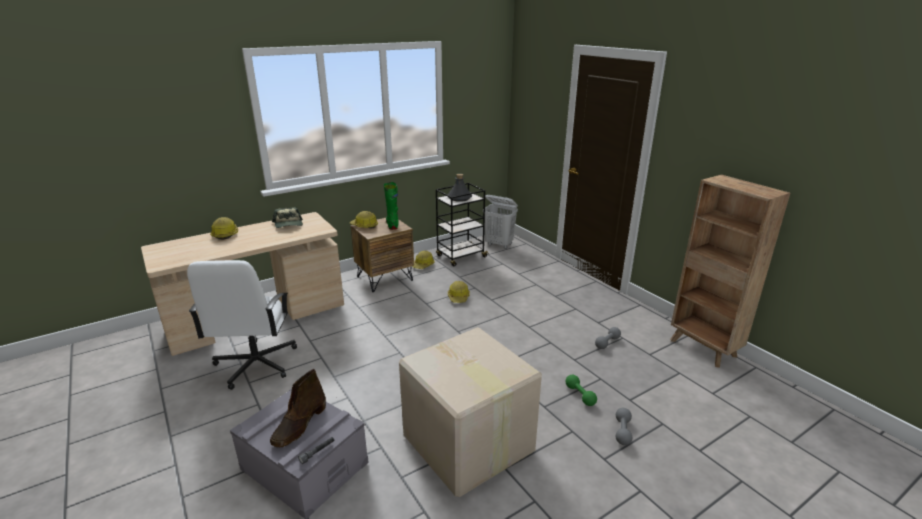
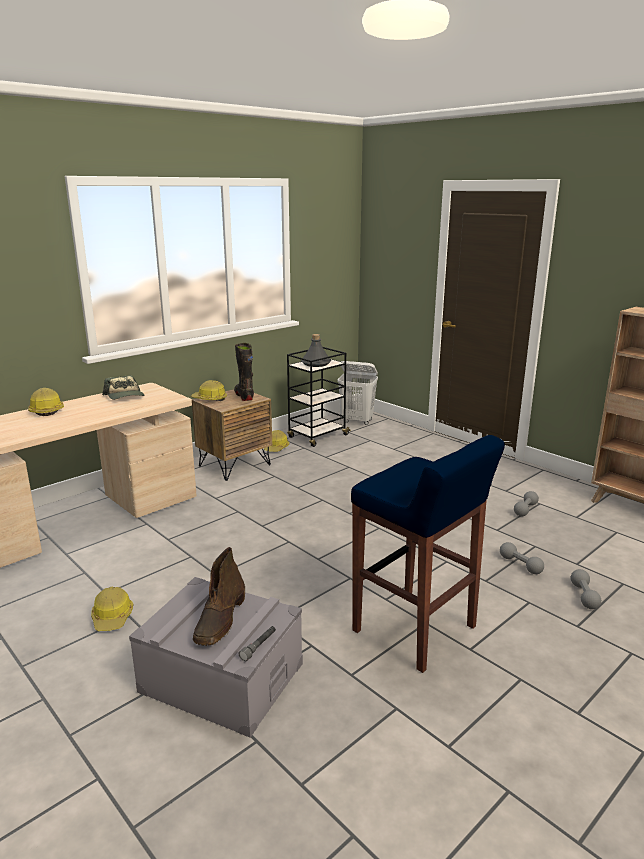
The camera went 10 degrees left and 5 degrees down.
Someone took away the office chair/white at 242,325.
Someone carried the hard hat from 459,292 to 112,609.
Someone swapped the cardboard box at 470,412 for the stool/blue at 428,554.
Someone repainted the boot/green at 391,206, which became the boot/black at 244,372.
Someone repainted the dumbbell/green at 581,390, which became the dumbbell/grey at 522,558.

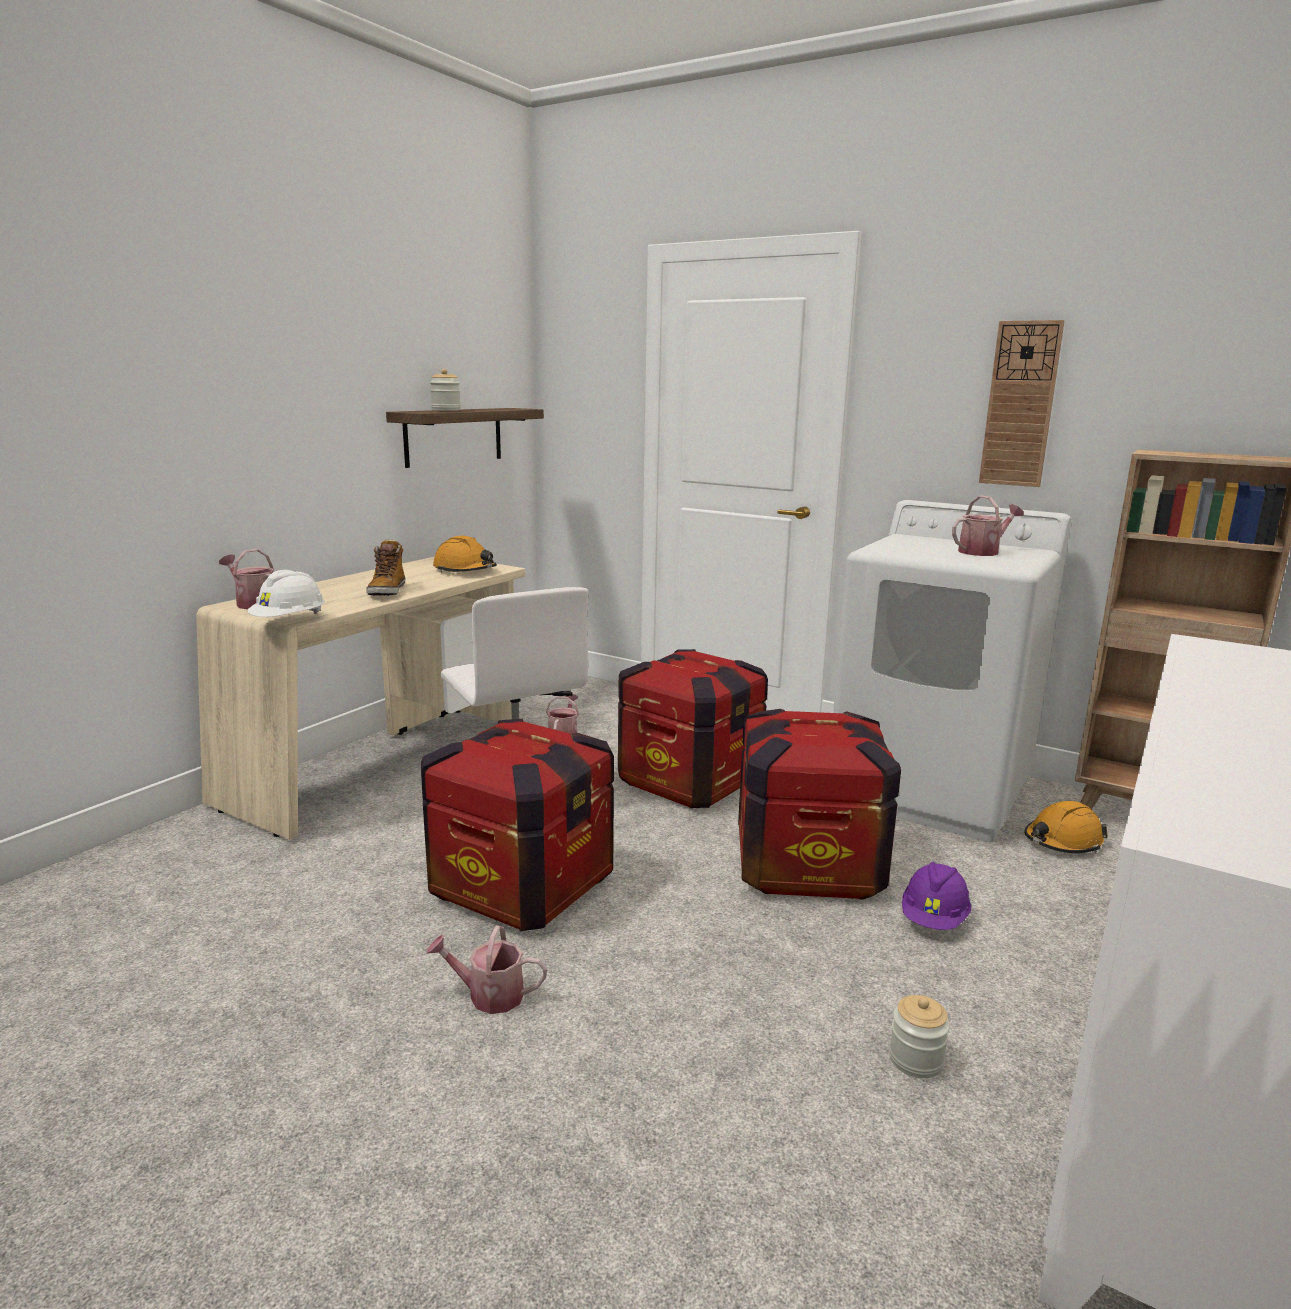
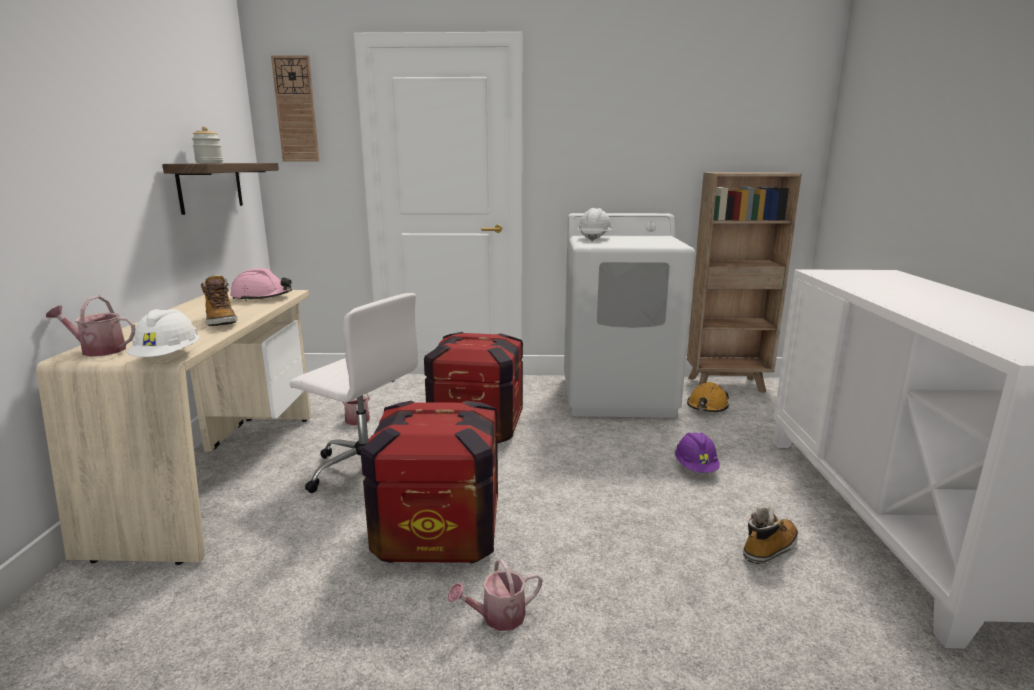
The camera went 30 degrees left and 0 degrees up.
Someone took away the crate at 819,804.
Someone took away the watering can at 988,525.
Someone put down the hard hat/white at 595,224.
Someone carried the wall clock from 1022,403 to 295,108.
Someone swapped the jar at 919,1036 for the boot at 770,535.
Someone repainted the hard hat/orange at 465,554, which became the hard hat/pink at 261,284.

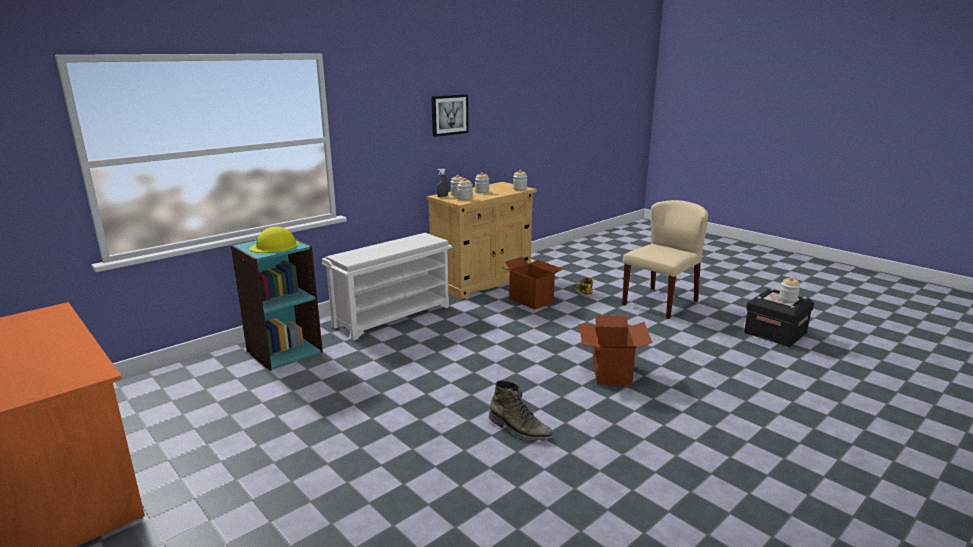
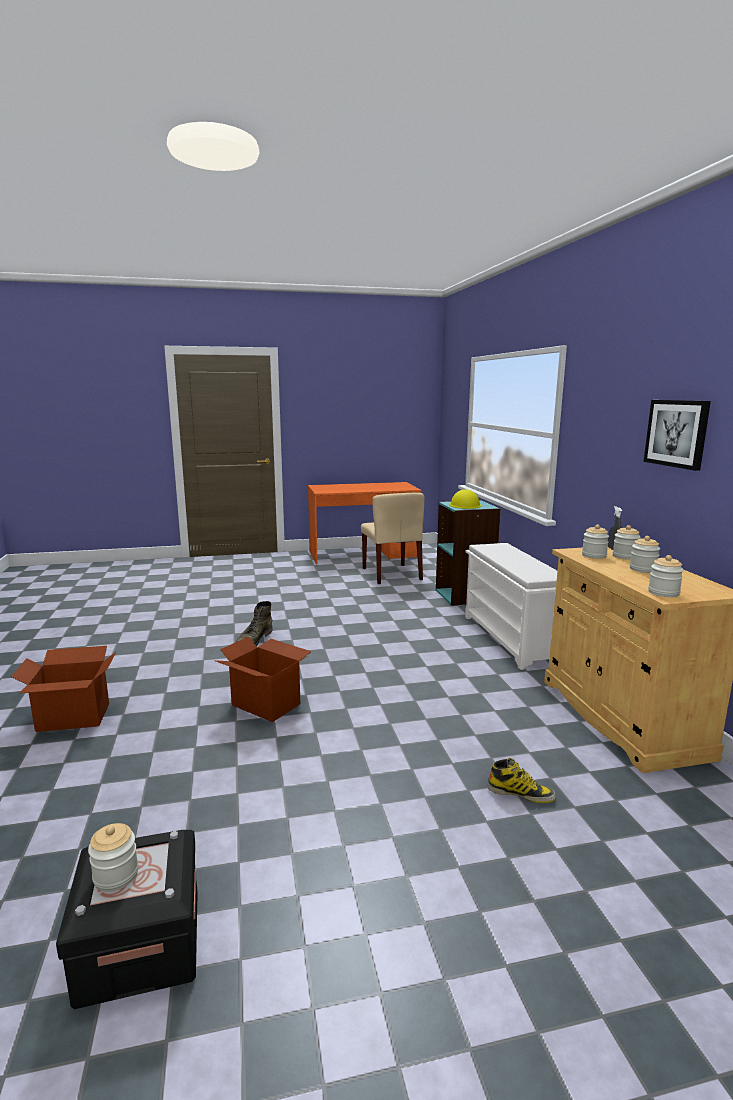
The camera went 120 degrees right and 5 degrees down.
Someone carried the cardboard box from 532,283 to 63,689.
Someone carried the chair/beige from 665,259 to 392,538.
Someone rotated the boot/green at 521,410 by 45 degrees counterclockwise.

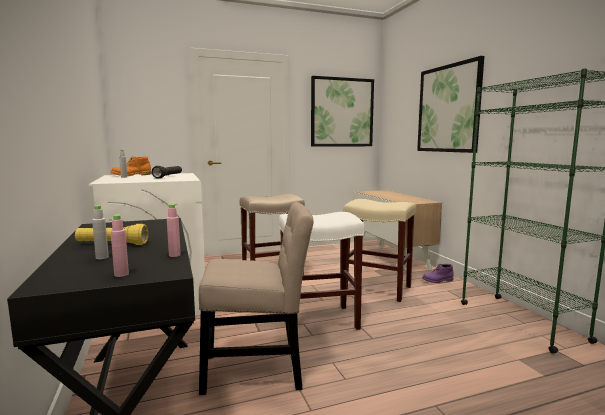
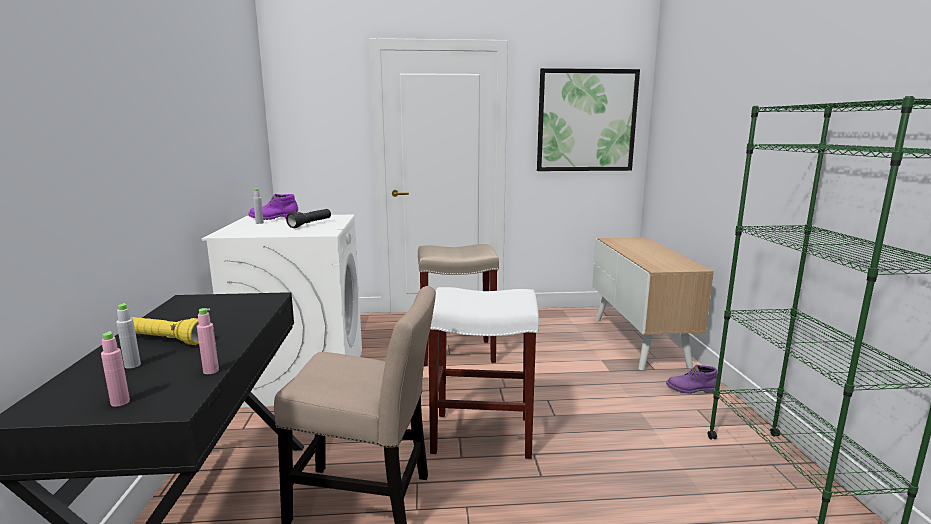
The camera went 15 degrees right and 5 degrees up.
Someone took away the stool/beige at 379,250.
Someone took away the picture at 450,104.
Someone repainted the boot/orange at 131,166, which became the boot/purple at 273,207.

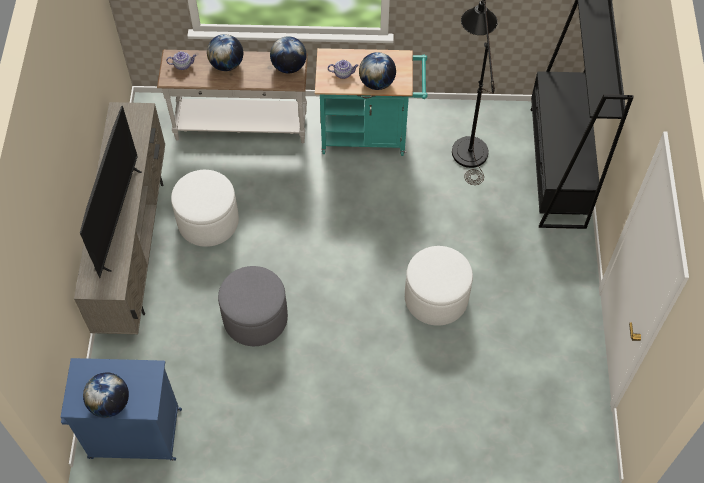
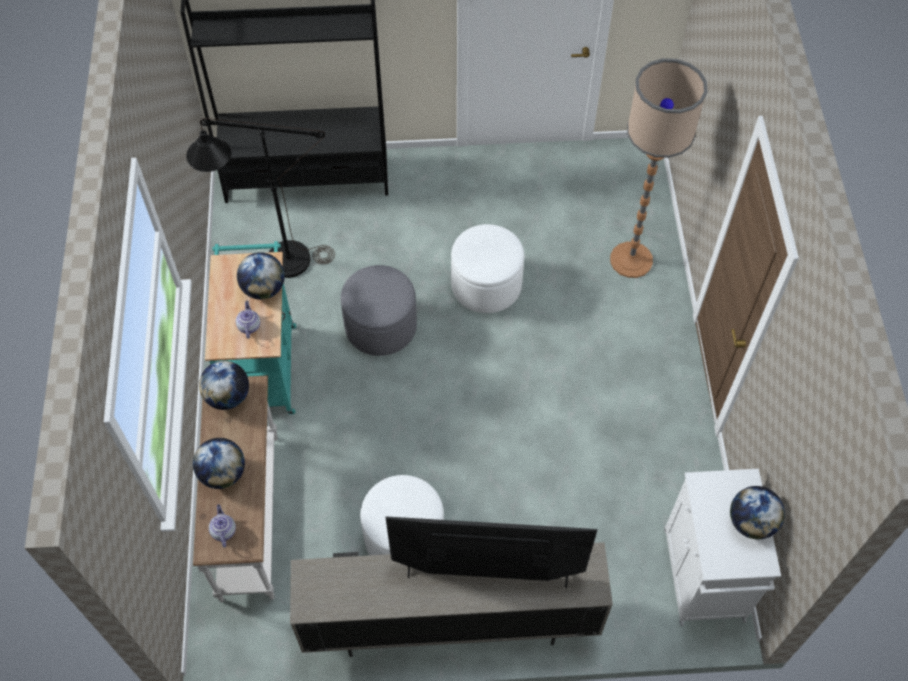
The camera went 95 degrees left and 0 degrees up.
Someone put down the floor lamp at 659,168.
Someone carried the ottoman/grey from 253,306 to 378,310.
Someone repainted the cabinet/blue at 121,409, which became the cabinet/white at 722,548.

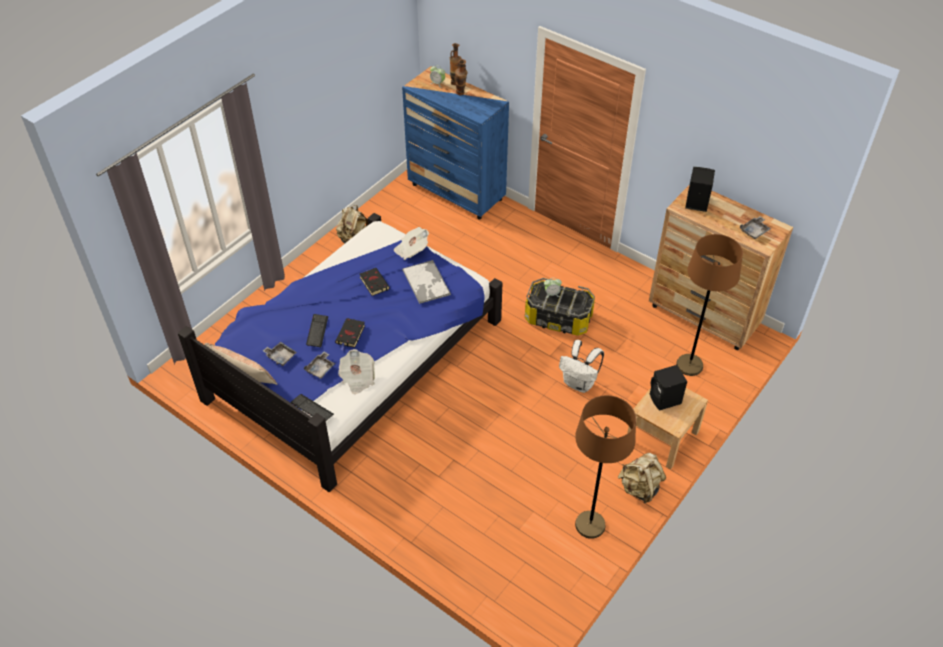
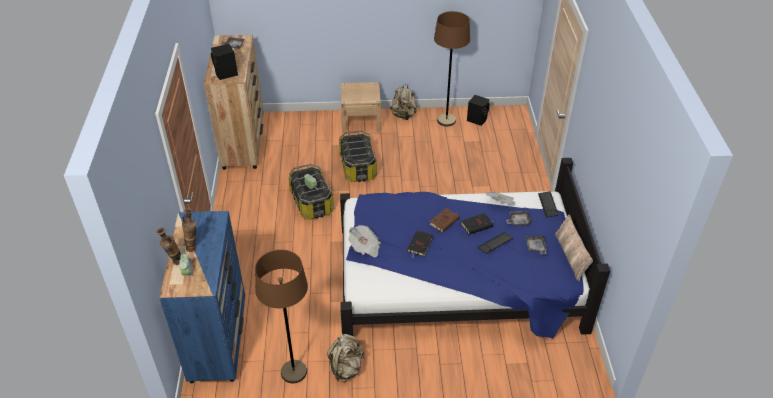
The camera went 130 degrees left and 5 degrees down.
Someone took away the tray at 426,282.
Someone put down the book/brown at 444,220.
Someone carried the speaker/black from 668,387 to 478,110.
Someone carried the floor lamp/brown from 709,305 to 281,316.
Someone swapped the backpack/white at 581,366 for the storage box at 358,156.

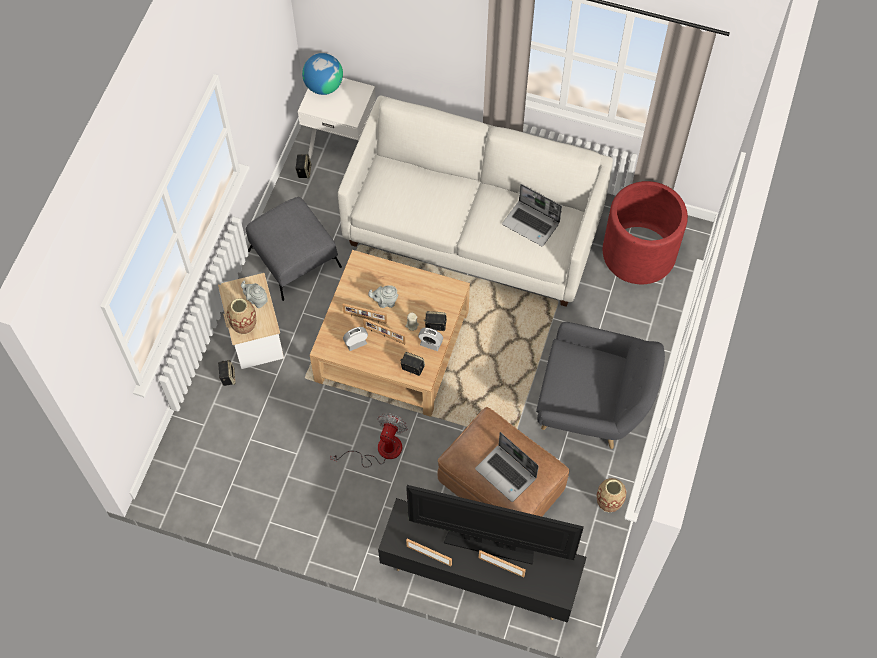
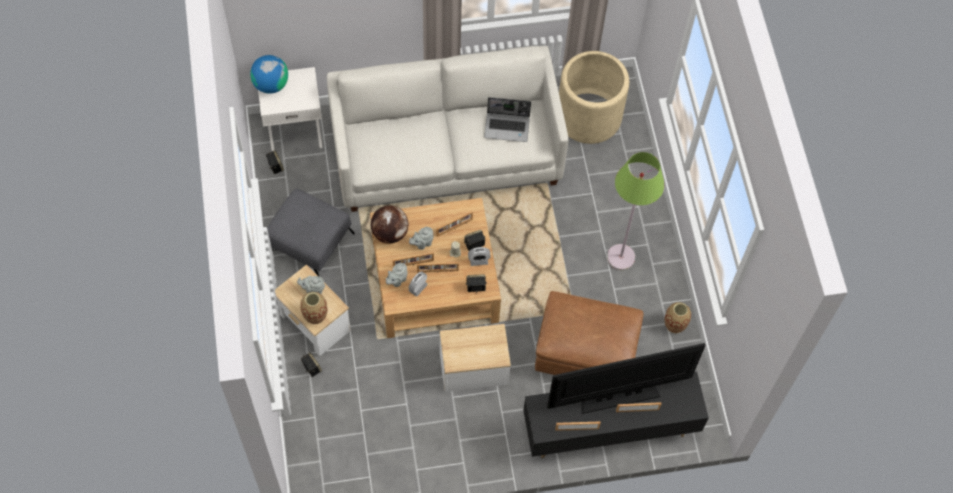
The camera went 30 degrees left and 0 degrees up.
Someone took away the laptop at 507,467.
Someone put down the globe at 389,224.
Someone put down the teapot/grey at 397,275.
Someone put down the picture frame at 454,224.
Someone swapped the fan at 369,440 for the side table at 475,358.
Someone swapped the armchair/grey at 600,385 for the floor lamp/green at 635,211.
Someone repainted the planter/red at 645,232, which became the planter/beige at 594,97.

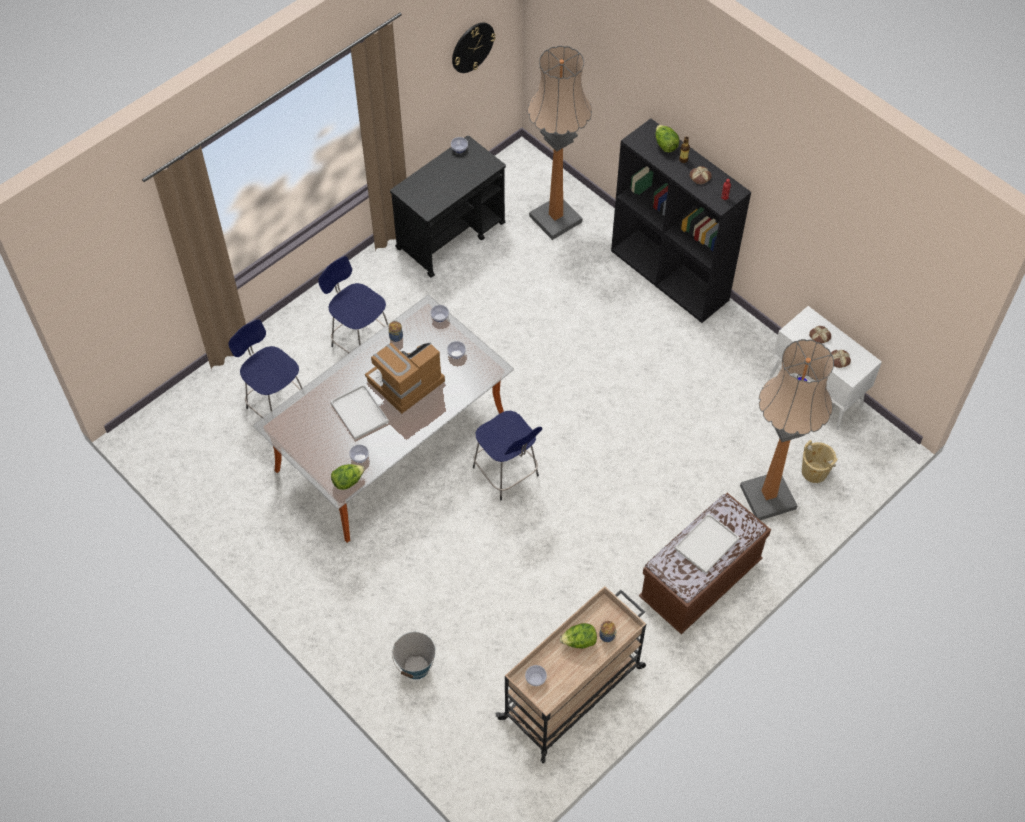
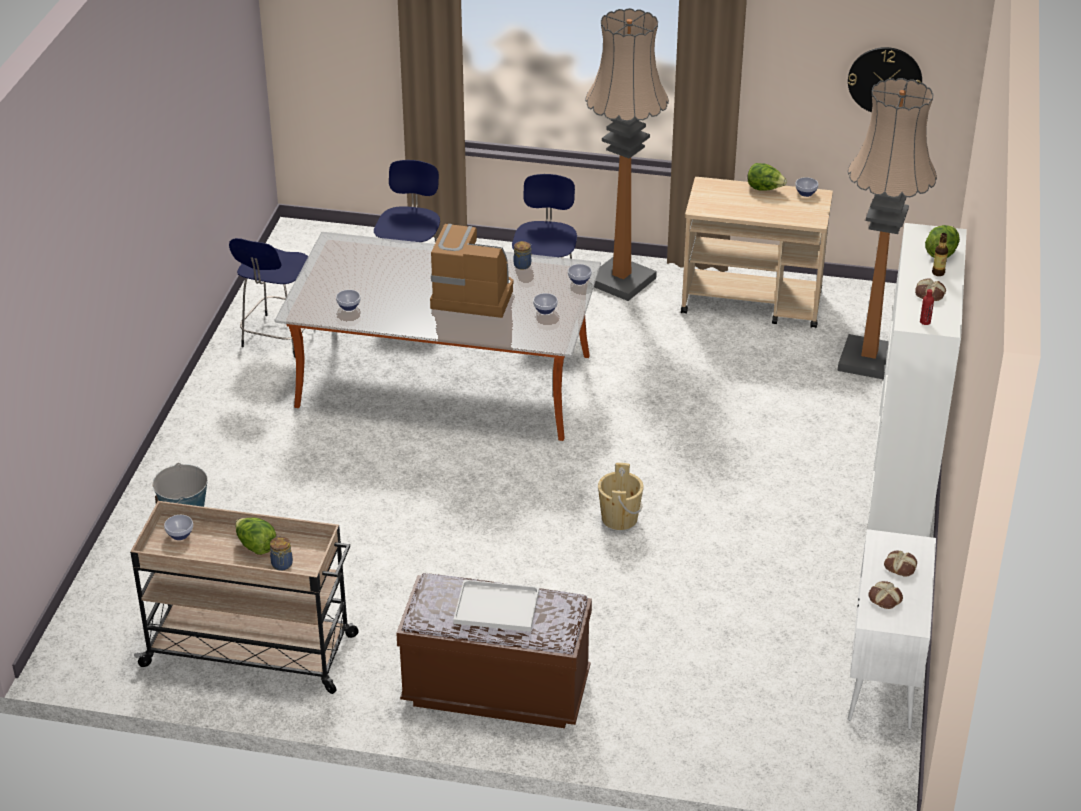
The camera went 55 degrees right and 20 degrees down.
Someone took away the tray/white at 359,412.
Someone carried the lettuce from 348,477 to 767,176.
Someone carried the stool/blue from 507,455 to 268,298.
Someone carried the floor lamp from 787,429 to 627,154.
Someone carried the bucket/beige from 820,461 to 621,496.
Someone repainted the cart/black at 448,206, which became the cart/beige at 757,252.
Someone repainted the bookcase/black at 681,220, which became the bookcase/white at 917,380.

